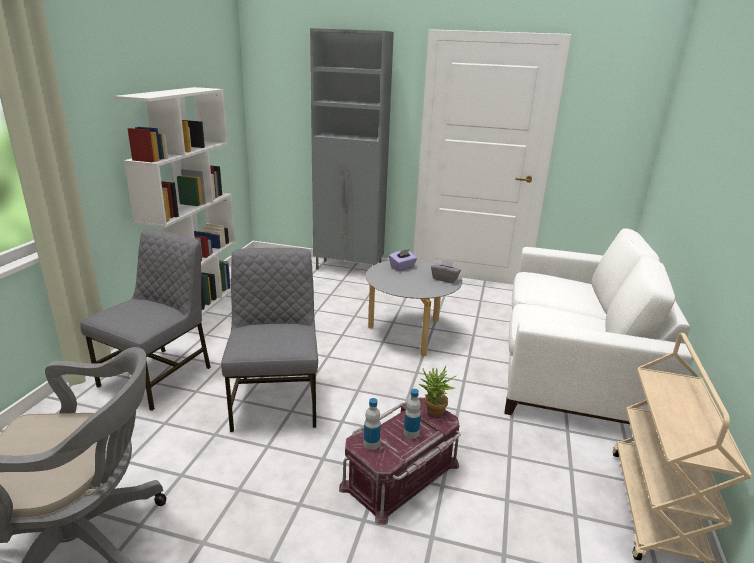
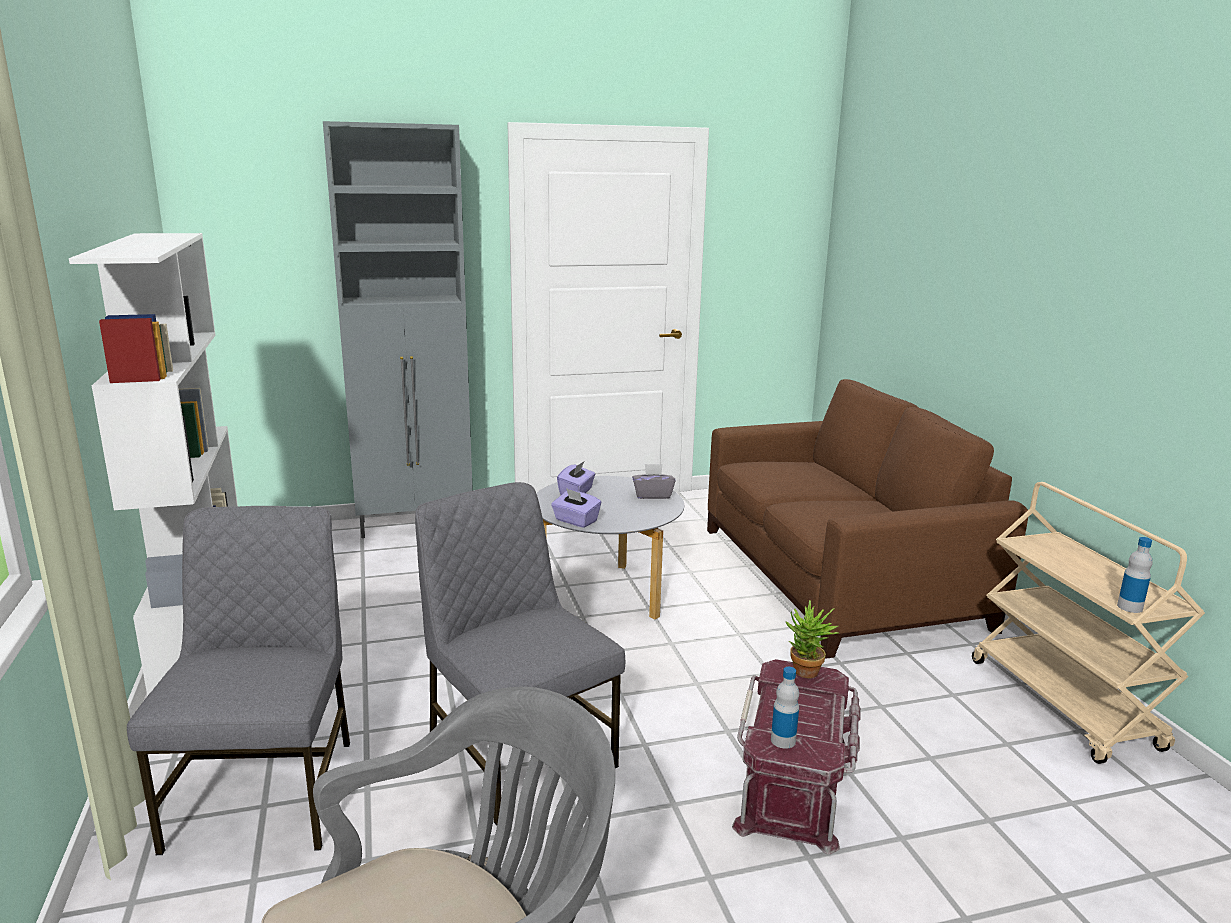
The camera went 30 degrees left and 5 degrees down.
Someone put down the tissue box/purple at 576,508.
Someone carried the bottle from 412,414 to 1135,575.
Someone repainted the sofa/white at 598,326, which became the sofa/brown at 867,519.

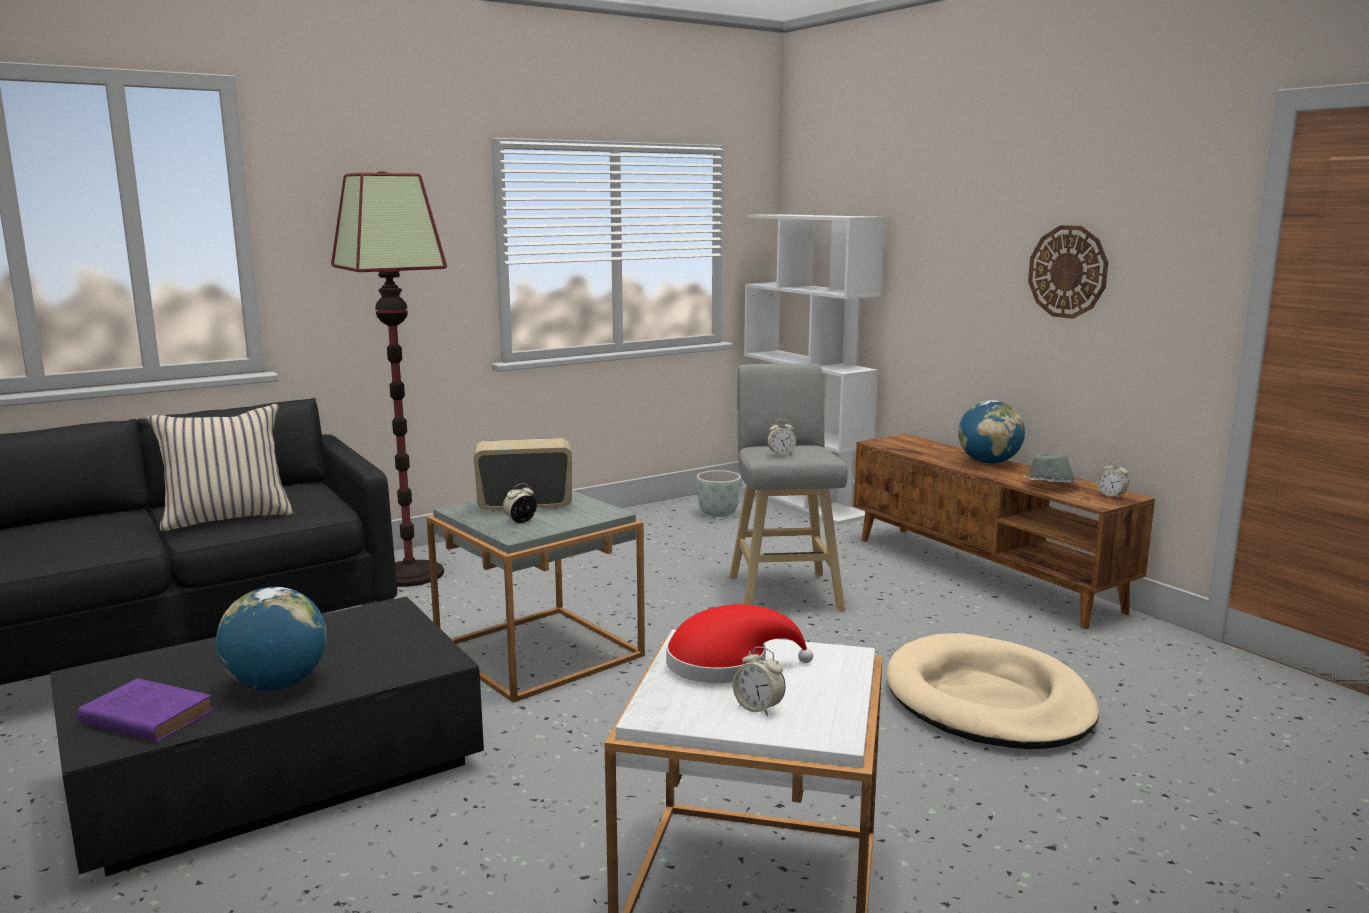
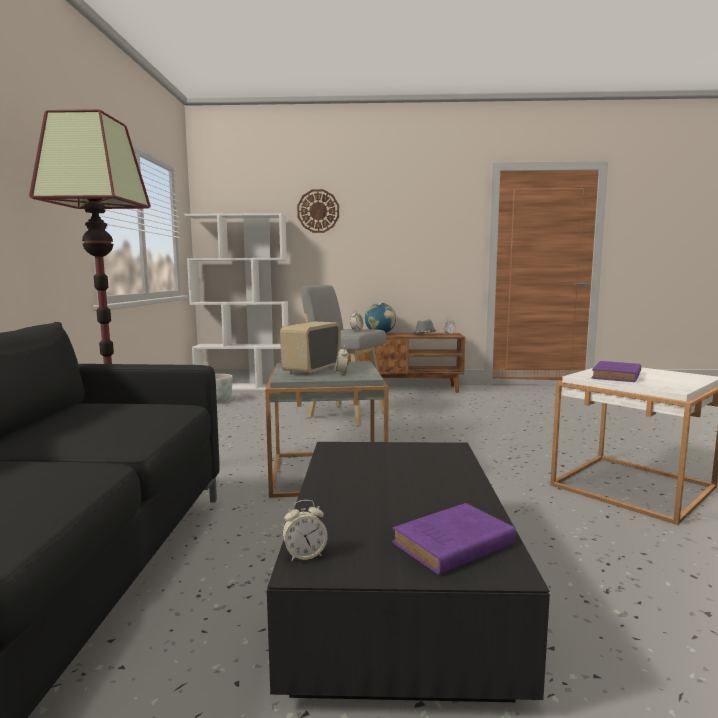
The camera went 55 degrees left and 5 degrees down.
Someone took away the pillow/beige at 220,467.
Someone took away the globe at 271,639.
Someone took away the dog bed/beige at 992,691.
Someone carried the alarm clock from 759,682 to 305,530.
Someone carried the wall clock from 1068,272 to 318,211.
Someone swapped the hat/red at 739,643 for the book/purple at 616,371.

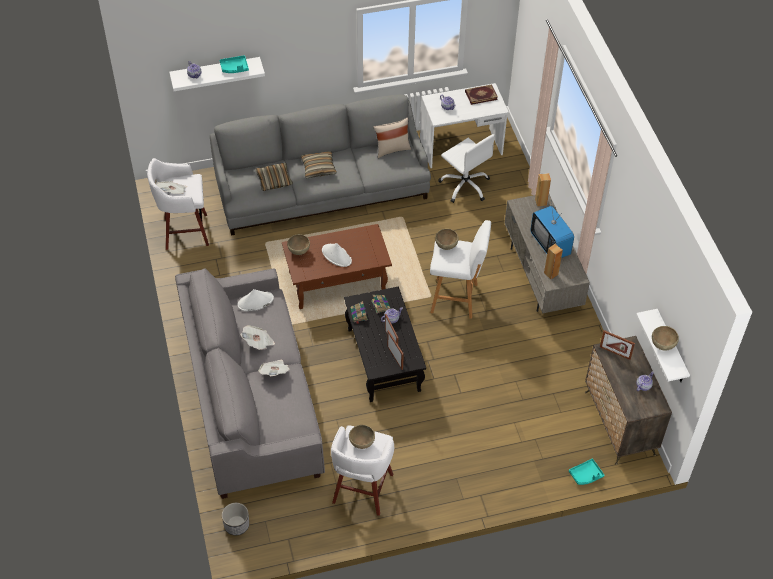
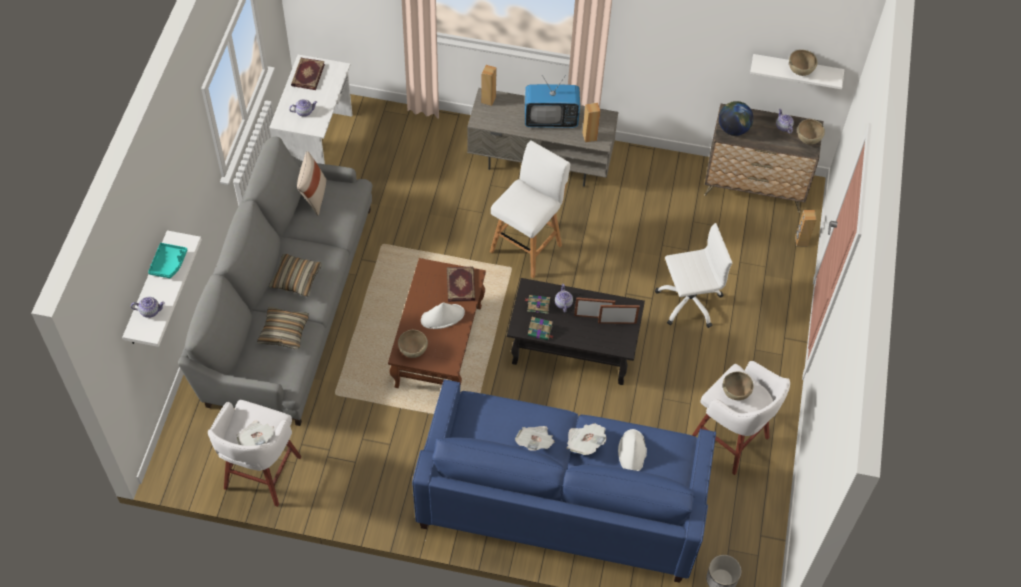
The camera went 65 degrees left and 5 degrees up.
Someone put down the book at 461,284.
Someone carried the hat/white from 256,300 to 632,450.
Someone carried the bowl/brown from 447,239 to 811,132.
Someone carried the office chair/white from 466,168 to 693,275.
Someone swapped the tray/turquoise at 586,472 for the speaker/brown at 805,228.
Someone swapped the picture frame at 617,345 for the globe at 736,118.
Someone repainted the sofa/grey at 250,383, which became the sofa/blue at 564,481.

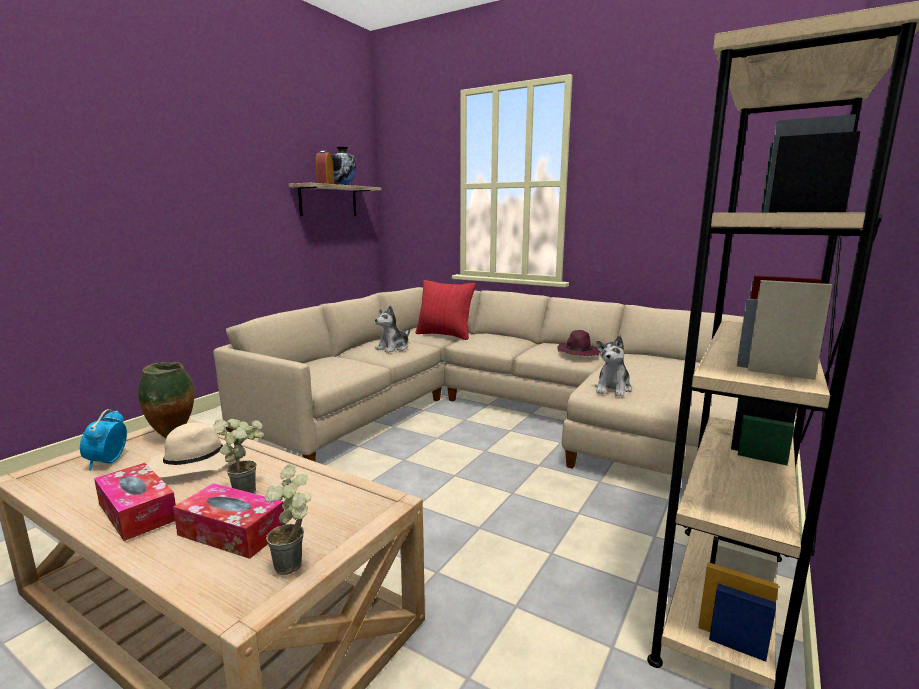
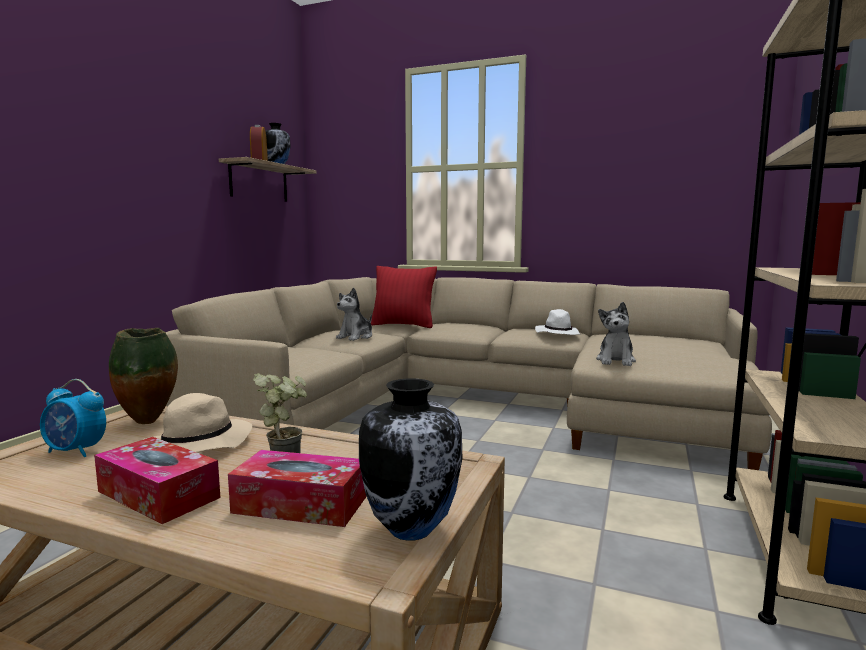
The camera went 10 degrees left and 5 degrees down.
Someone swapped the potted plant at 288,519 for the vase at 410,459.
Someone repainted the hat/purple at 578,343, which became the hat/white at 557,322.
Someone rotated the alarm clock at 103,439 by 60 degrees counterclockwise.

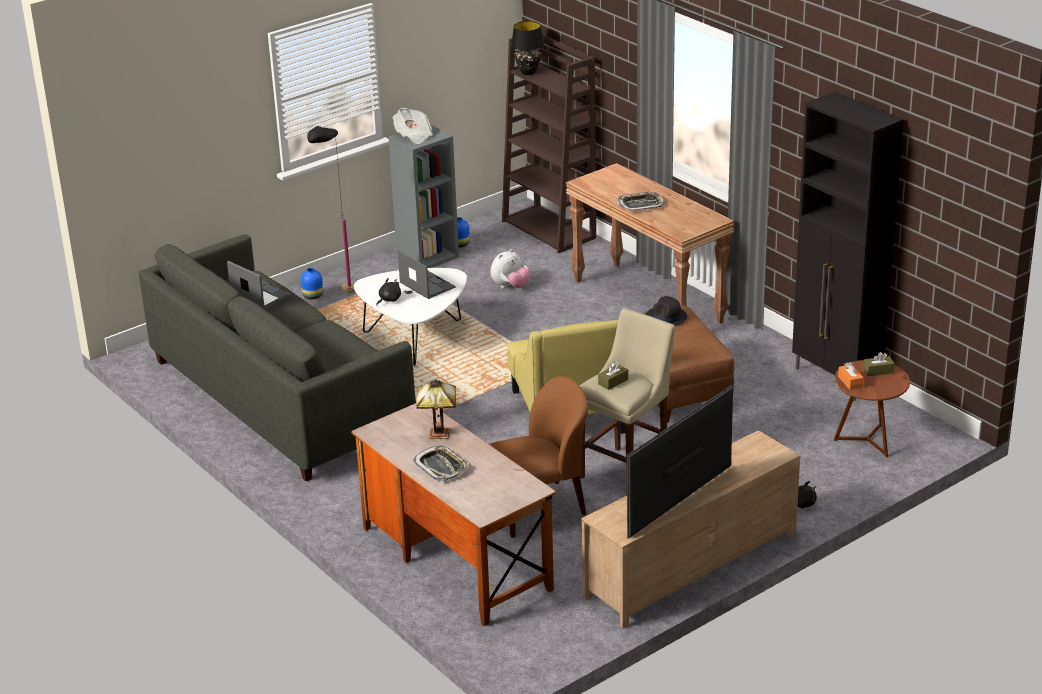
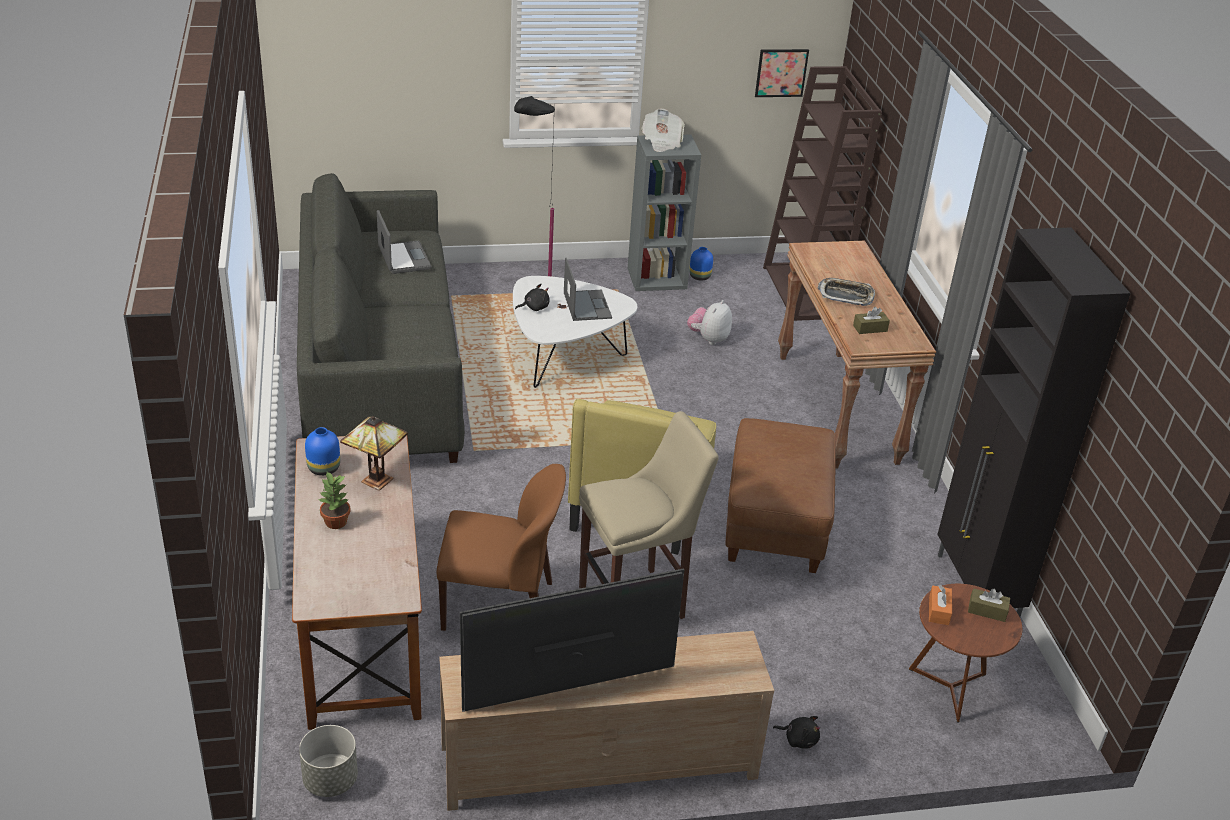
The camera went 25 degrees right and 5 degrees up.
Someone took away the table lamp/black at 527,48.
Someone took away the hat/black at 666,311.
Someone put down the planter/grey at 328,761.
Someone put up the picture at 782,73.
Someone carried the vase/blue from 312,283 to 322,451.
Someone carried the tissue box/brown from 613,375 to 871,320.
Someone swapped the tray at 441,463 for the potted plant at 334,500.
Someone rotated the plush toy at 511,268 by 135 degrees clockwise.

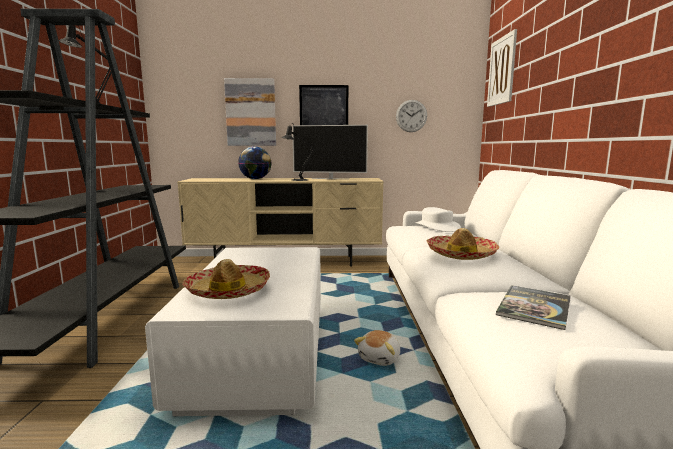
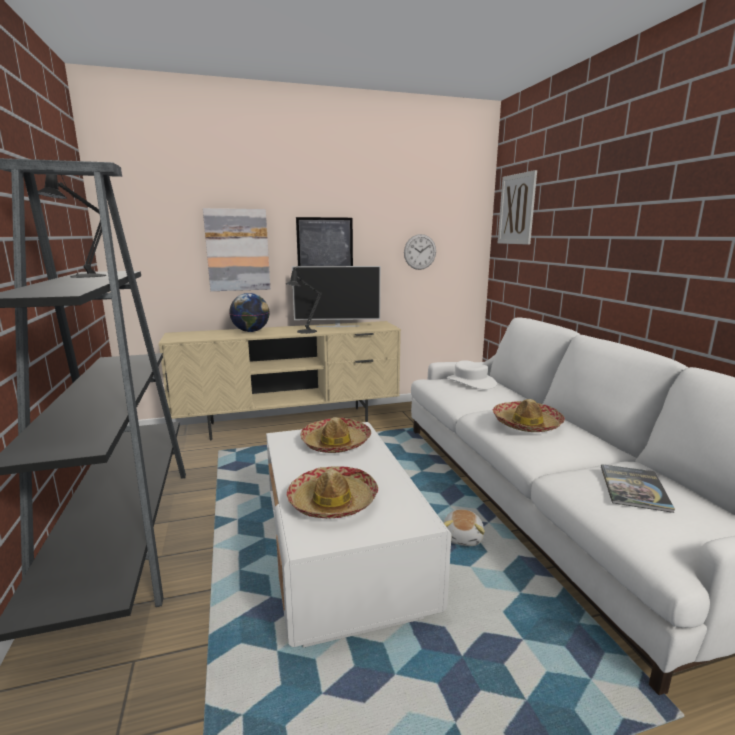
The camera went 15 degrees left and 5 degrees up.
Someone put down the hat at 335,435.

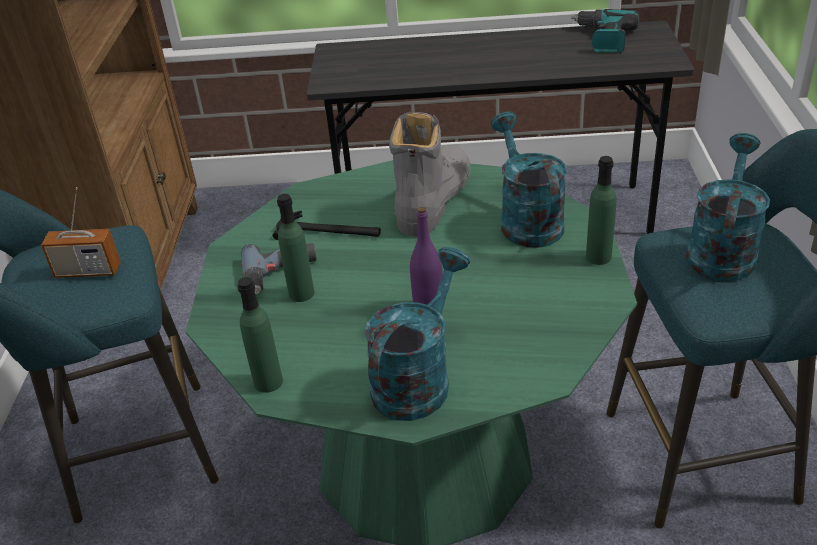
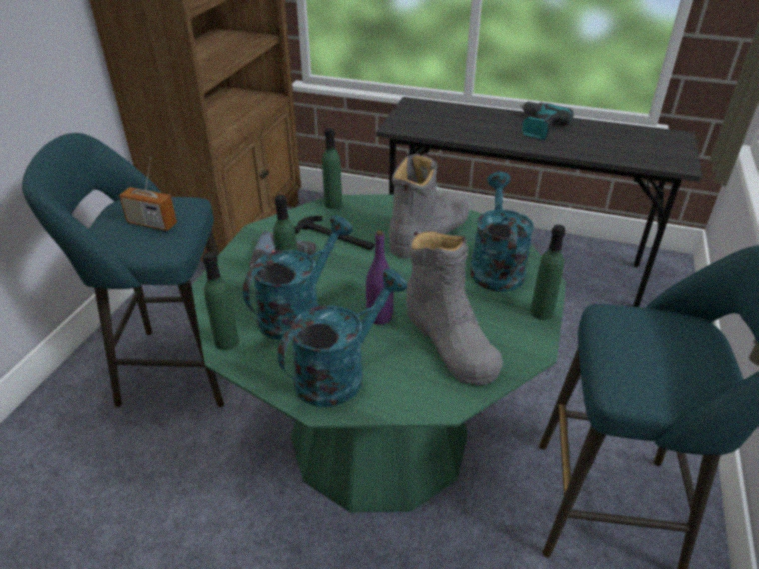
The camera went 15 degrees right and 0 degrees up.
Someone put down the bottle/green at 332,168.
Someone put down the boot/grey at 454,308.
Someone carried the power drill from 605,31 to 546,121.
Someone carried the watering can/turquoise from 728,207 to 298,277.

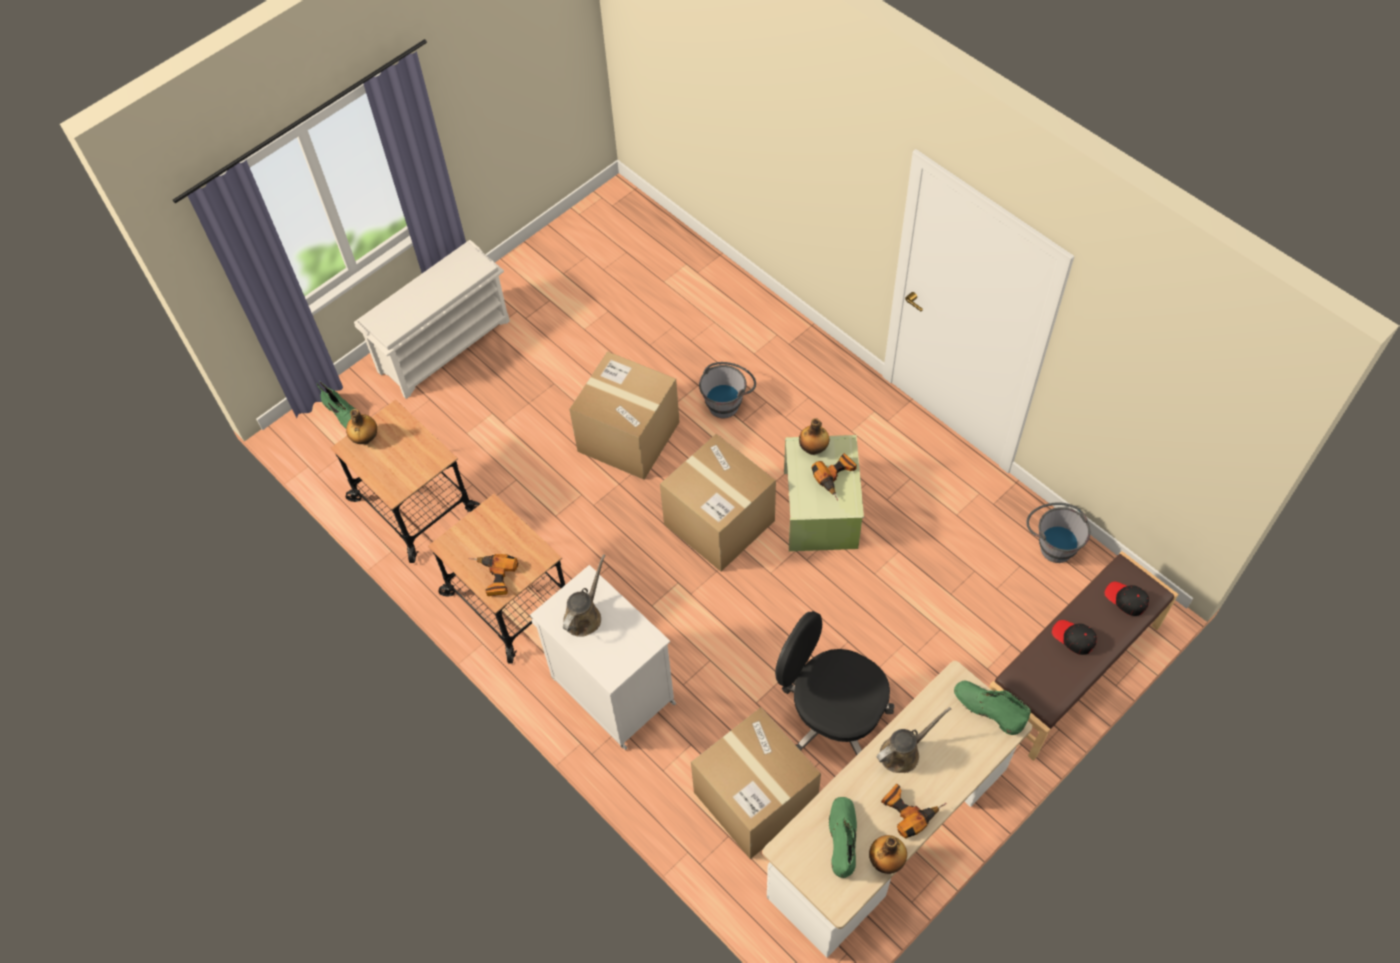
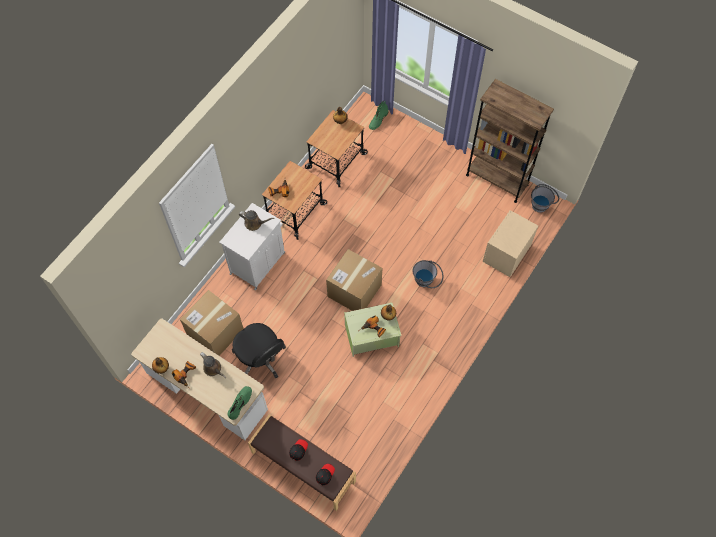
The camera went 75 degrees right and 5 degrees up.
Someone took away the shoe rack/white at 432,319.
Someone took away the cardboard box at 624,415.
Someone took away the boot/green at 843,837.
Someone put down the bookcase/brown at 510,141.
Someone put down the nightstand/beige at 510,243.
Someone carried the bucket/grey from 1058,532 to 545,198.
Someone rotated the office chair/black at 835,683 by 120 degrees clockwise.

